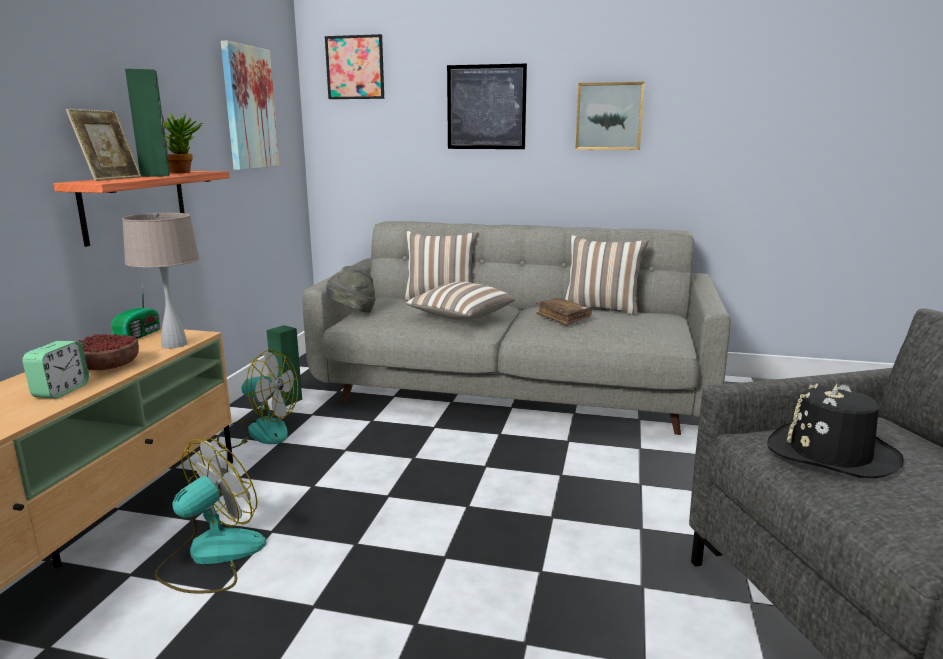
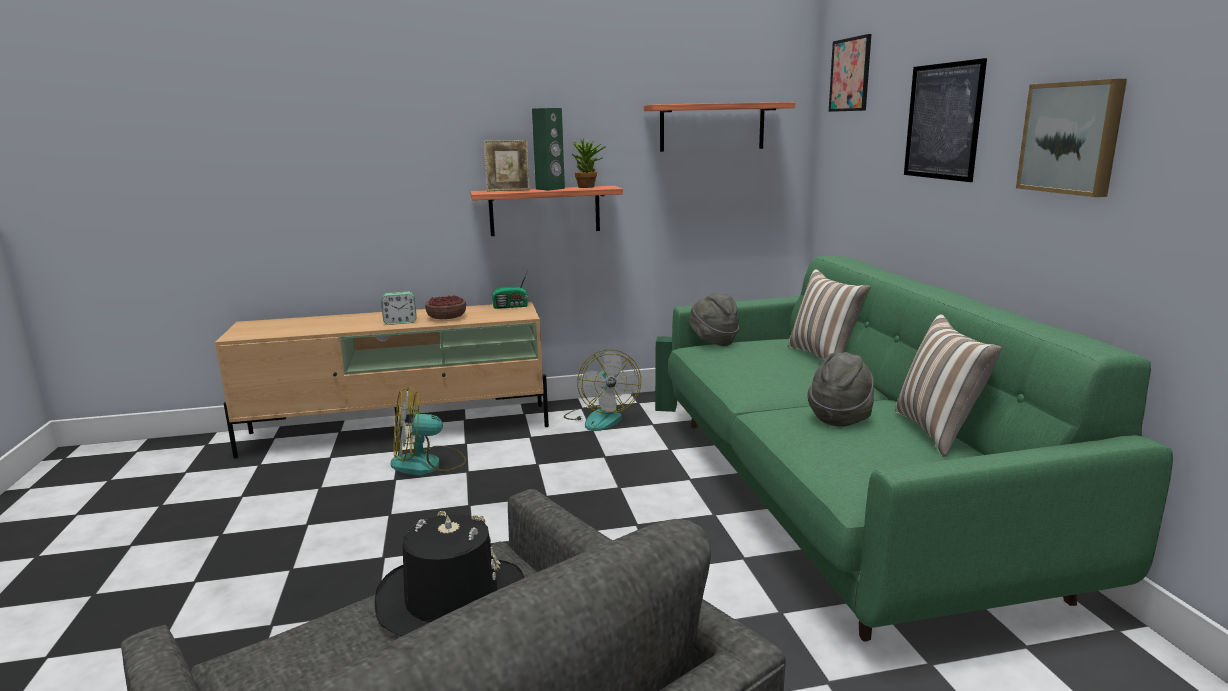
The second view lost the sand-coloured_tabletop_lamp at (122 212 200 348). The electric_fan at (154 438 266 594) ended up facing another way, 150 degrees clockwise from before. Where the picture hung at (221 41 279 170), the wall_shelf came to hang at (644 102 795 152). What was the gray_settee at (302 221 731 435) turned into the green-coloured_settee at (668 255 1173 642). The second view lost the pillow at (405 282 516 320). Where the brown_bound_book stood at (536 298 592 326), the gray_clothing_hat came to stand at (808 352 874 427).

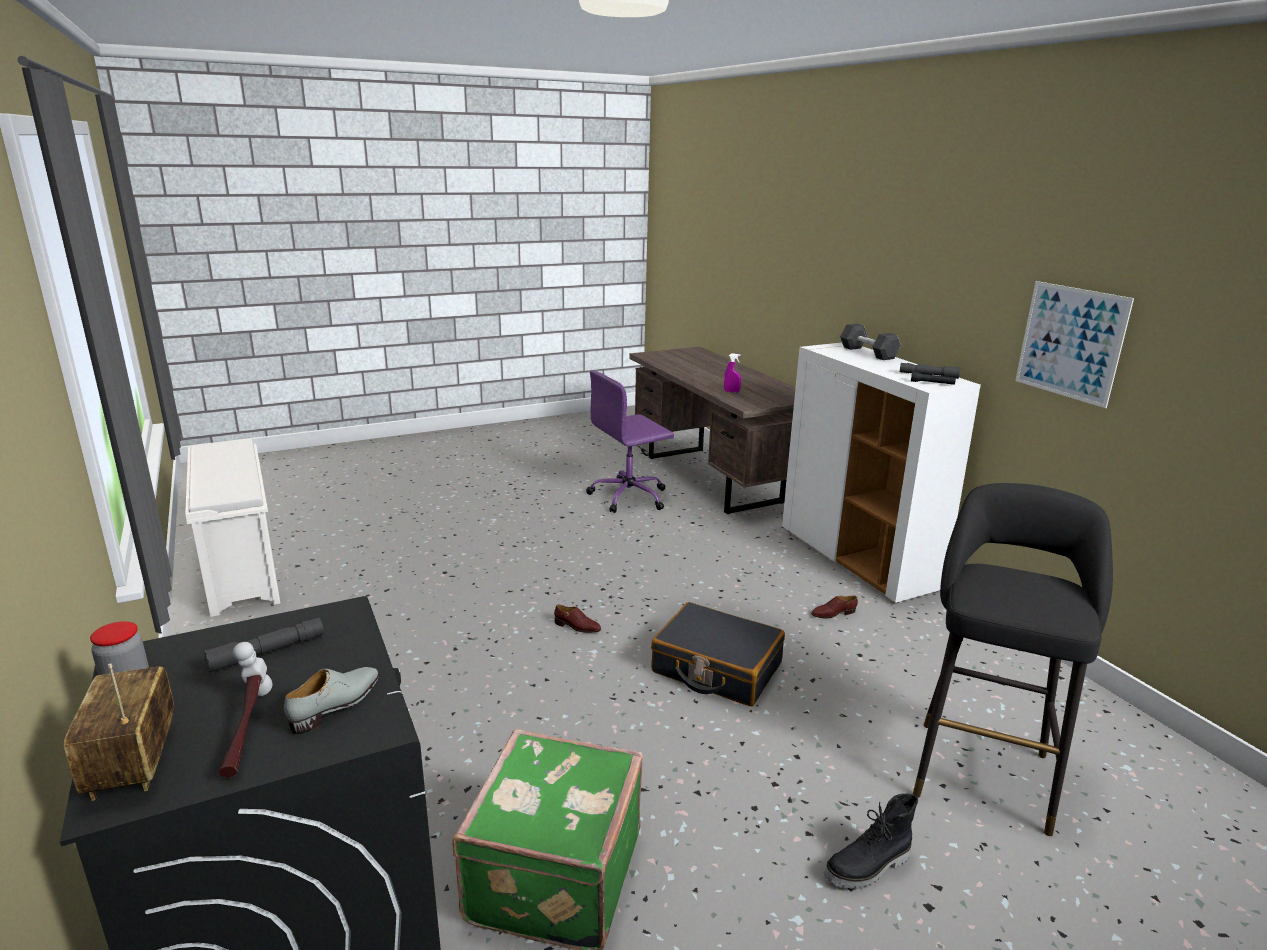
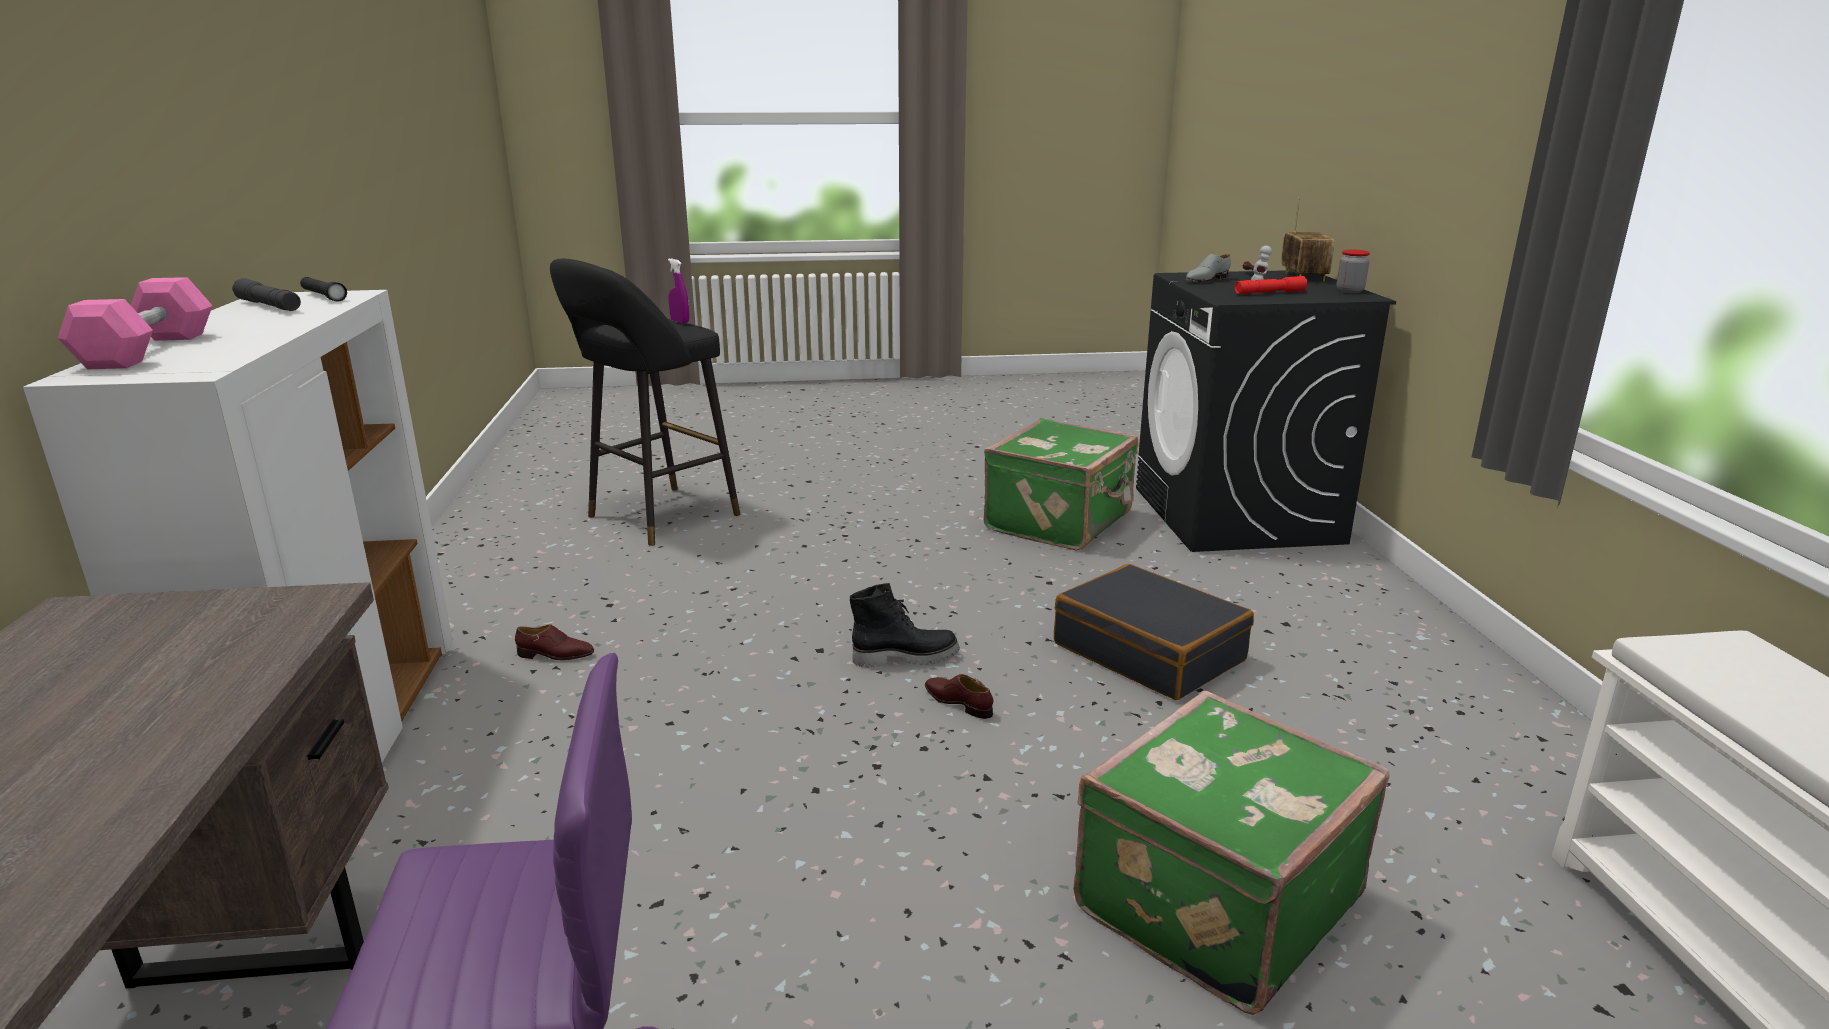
What was the gray_hand_torch at (203 618 324 673) turned into the red_hand_torch at (1235 276 1307 294). The black-coloured_piece_of_luggage ended up elsewhere, having gone from (651 602 785 706) to (1054 564 1254 700). The purple-coloured_spray_bottle ended up elsewhere, having gone from (724 353 741 393) to (668 258 689 324). The black-coloured_tall_boot ended up elsewhere, having gone from (824 793 918 889) to (850 583 960 667). What was the black-coloured_free_weight at (840 324 901 360) turned into the pink-coloured_free_weight at (58 277 213 369). The second view lost the picture at (1015 281 1134 408). The second view gained the green-coloured_piece_of_luggage at (1074 691 1390 1015).

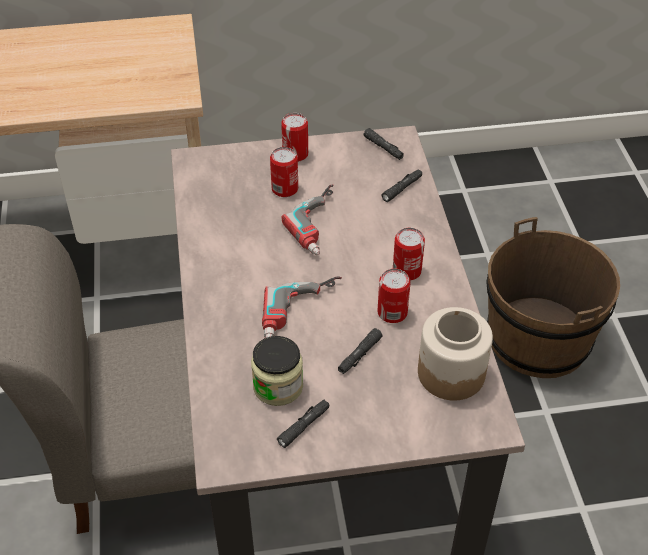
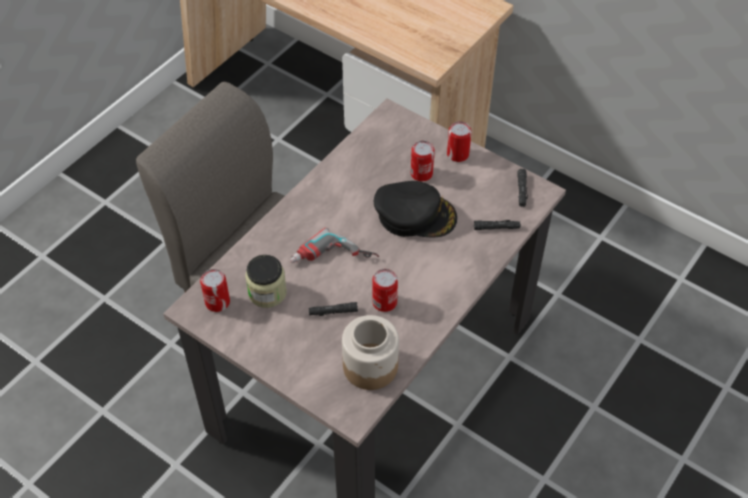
The second view lost the black-coloured_hand_torch at (277 400 329 448). Where the drill stood at (281 184 334 255), the black-coloured_baseball_cap came to stand at (374 181 457 237). The can ended up elsewhere, having gone from (393 228 425 281) to (200 269 230 312). The second view lost the brown_water_bucket at (487 217 620 378).

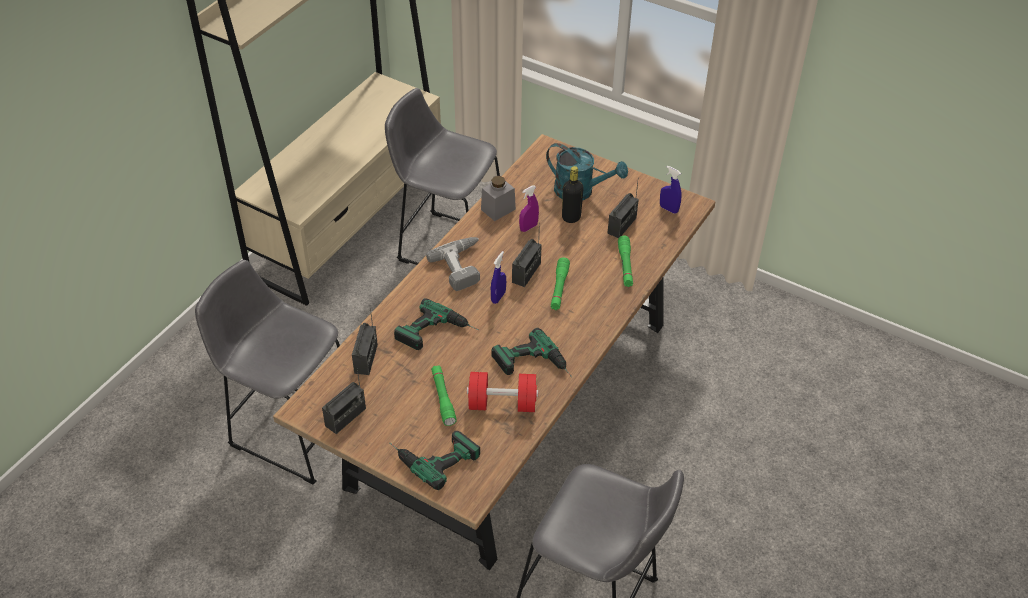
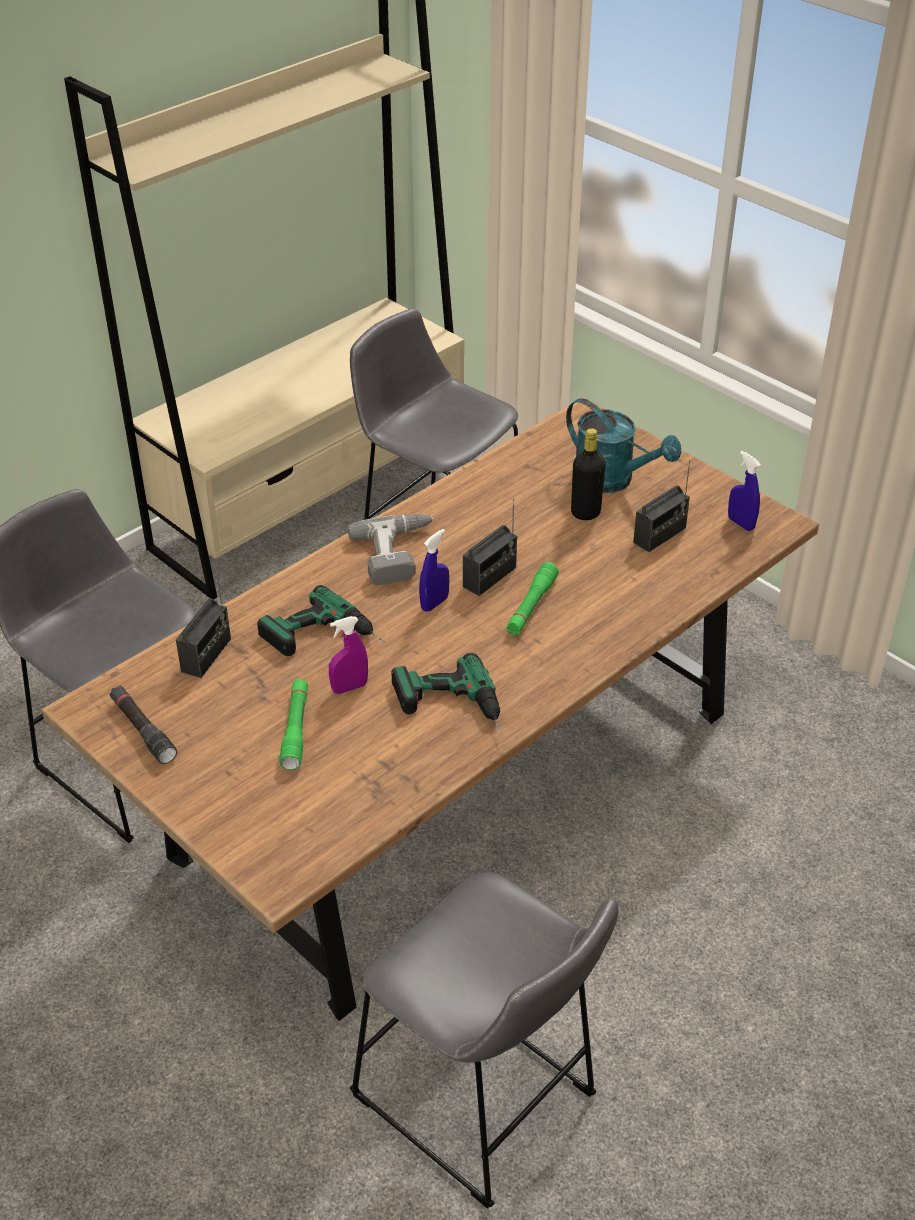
Where the radio_receiver stood at (322 368 366 434), the black-coloured_hand_torch came to stand at (110 686 177 764). The second view lost the drill at (389 431 480 490). The second view lost the red_free_weight at (467 372 538 412). The second view lost the gray_preserve_jar at (481 176 516 221). The purple-coloured_spray_bottle ended up elsewhere, having gone from (519 185 539 232) to (329 616 368 694). The second view lost the green-coloured_hand_torch at (618 235 633 287).

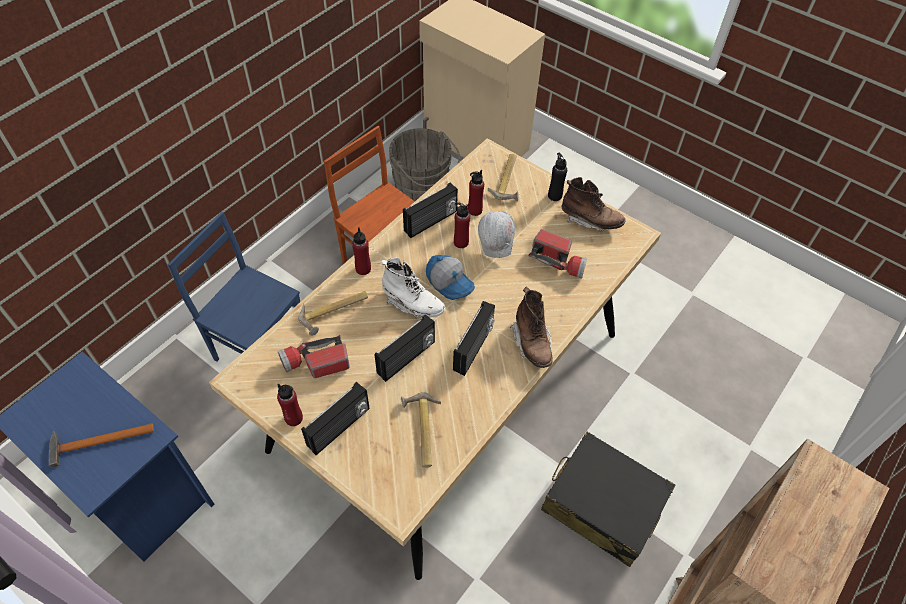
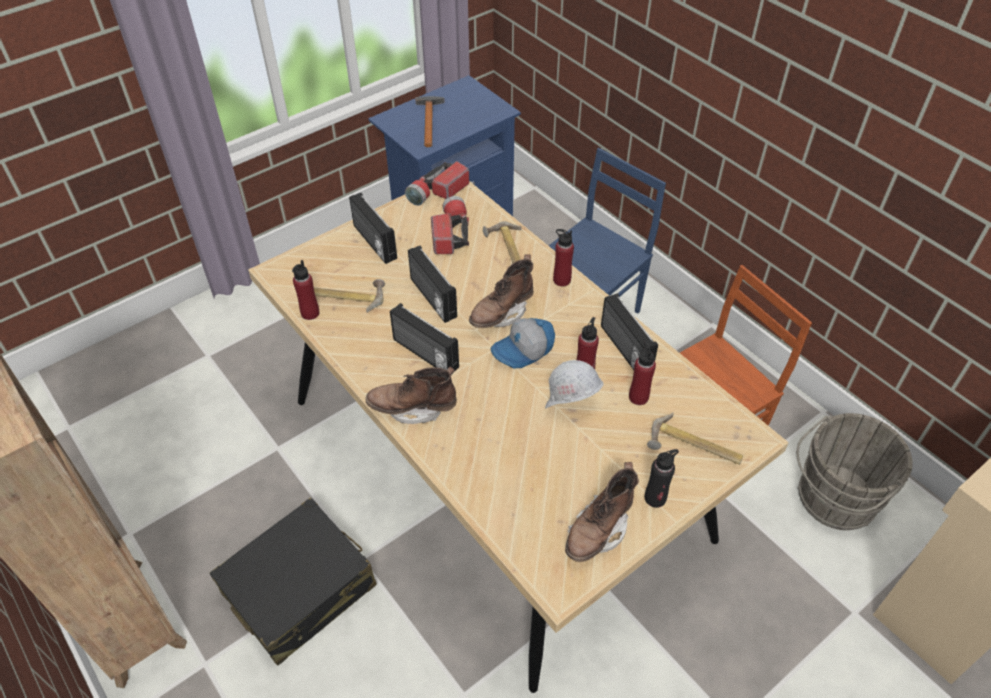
The red_bottle ended up elsewhere, having gone from (277 384 303 426) to (292 260 319 320). What was the white-coloured_tall_boot at (382 258 446 318) turned into the brown_tall_boot at (469 254 533 328). The hand_torch ended up elsewhere, having gone from (529 229 587 278) to (405 161 469 206).

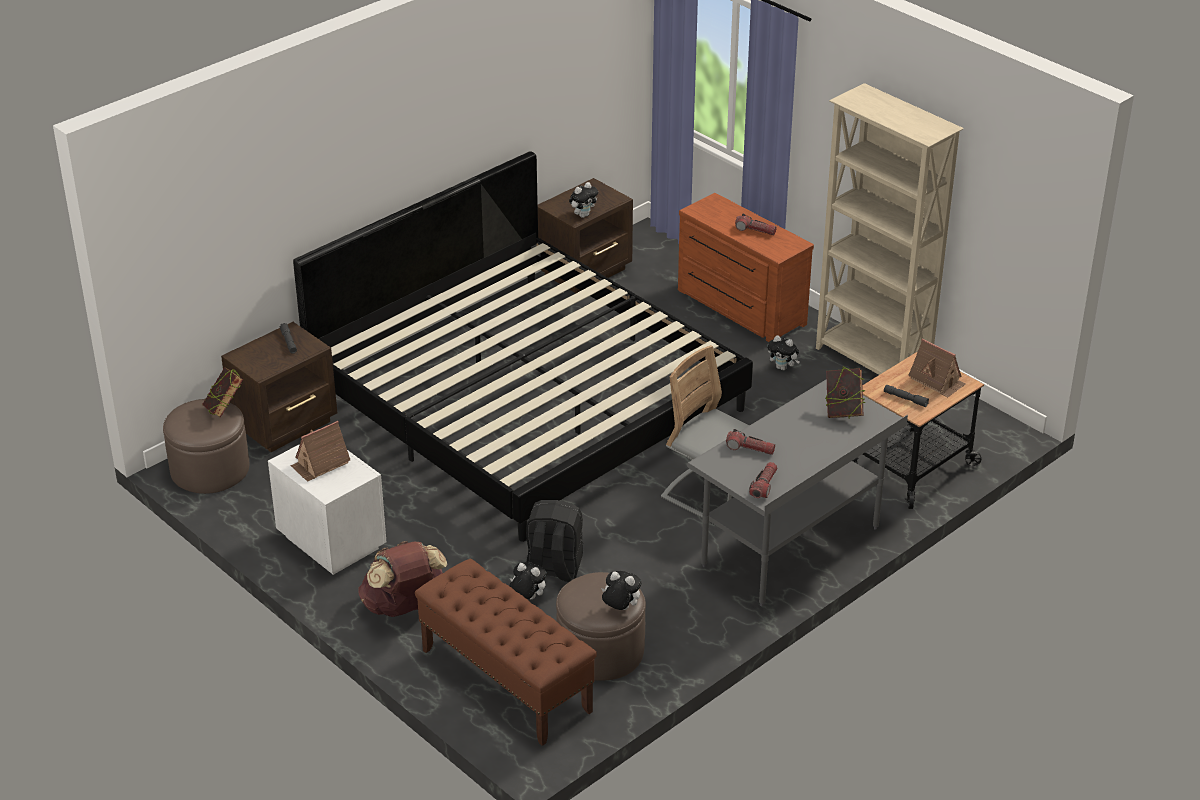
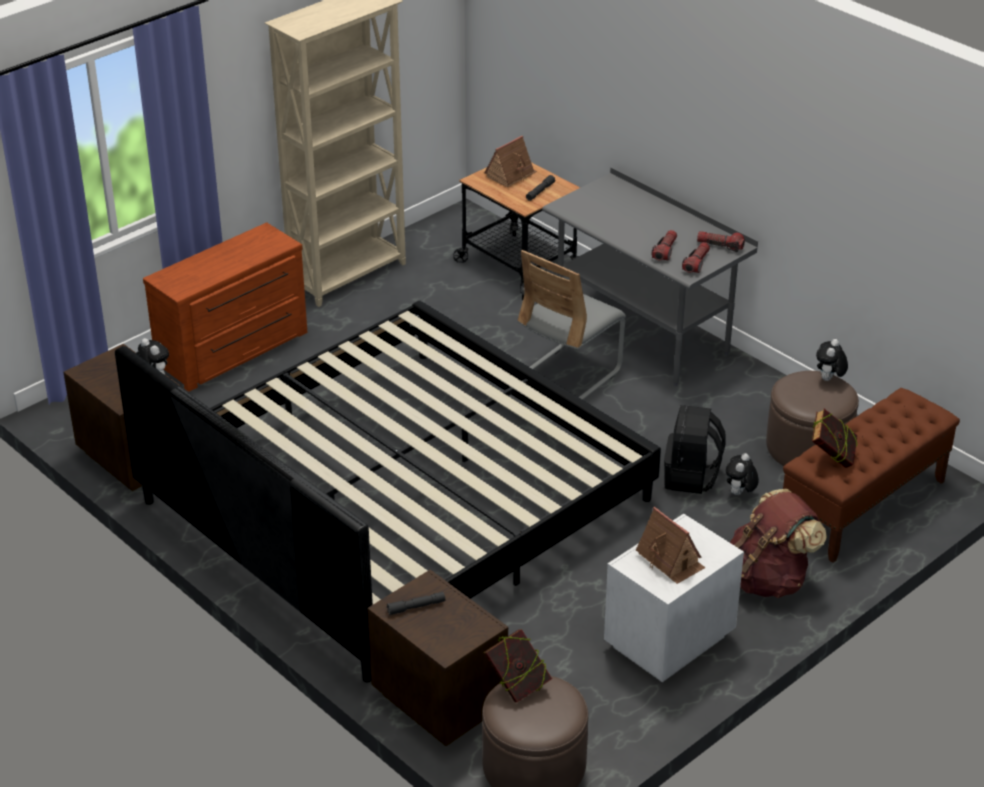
The hand_torch ended up elsewhere, having gone from (735 214 777 235) to (682 242 710 273). The second view lost the cuddly_toy at (768 335 800 370). The bound_book ended up elsewhere, having gone from (825 367 865 418) to (812 409 858 468).

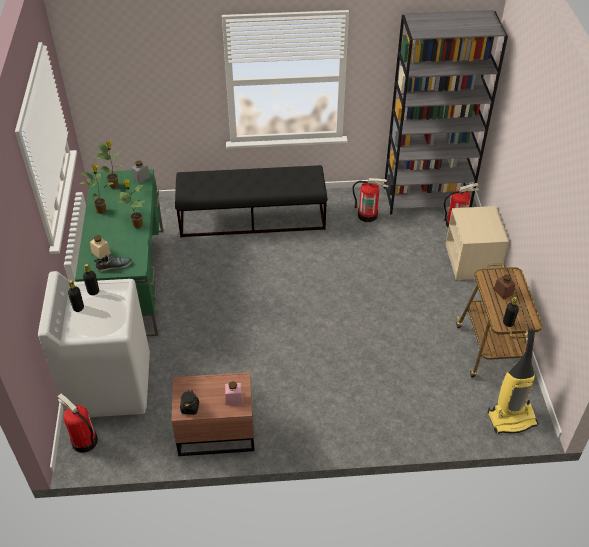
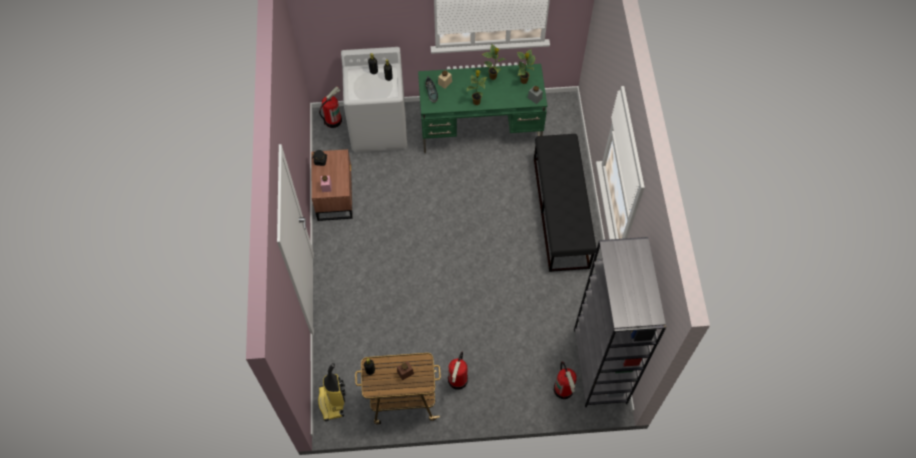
The fire-fighting_cylinder ended up elsewhere, having gone from (352 178 389 222) to (448 352 468 390). The second view lost the sand-coloured_nightstand at (445 206 510 281).

